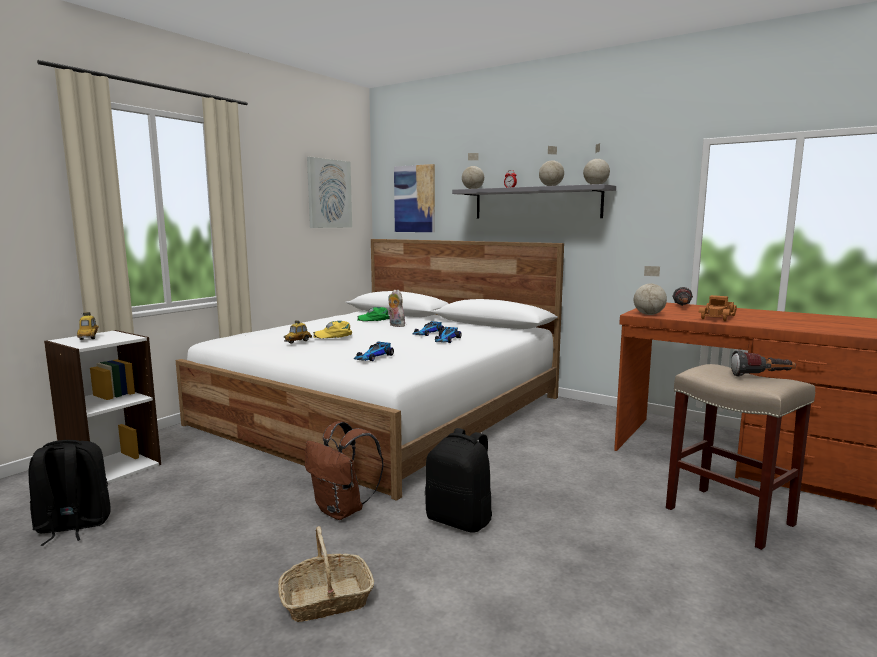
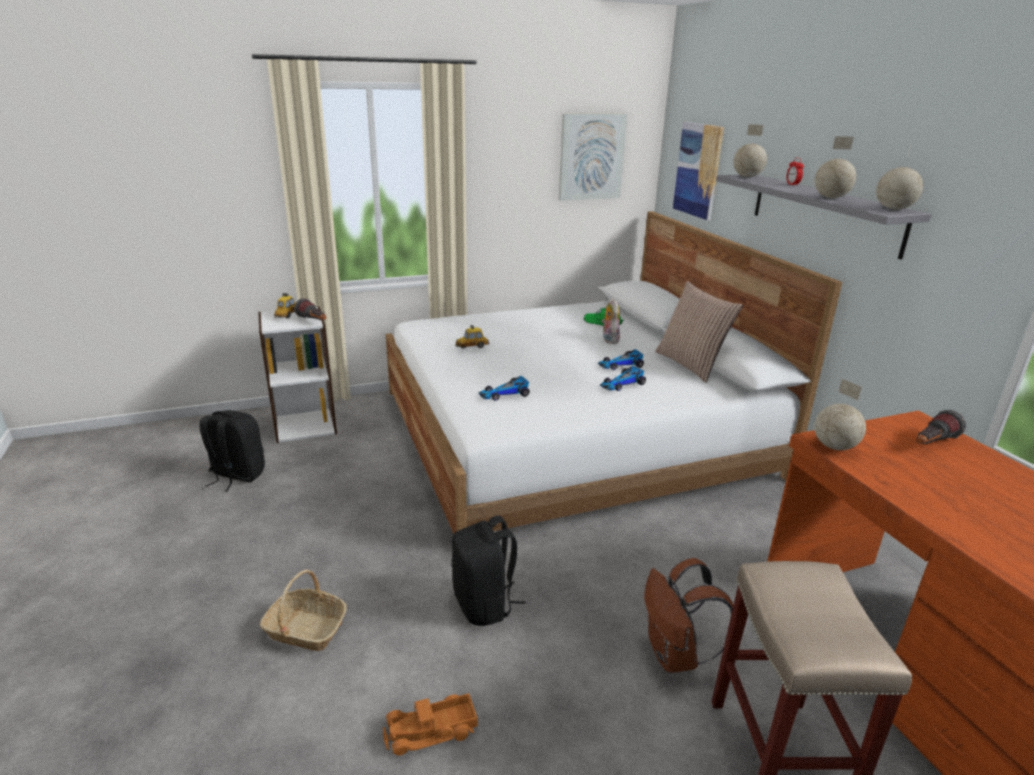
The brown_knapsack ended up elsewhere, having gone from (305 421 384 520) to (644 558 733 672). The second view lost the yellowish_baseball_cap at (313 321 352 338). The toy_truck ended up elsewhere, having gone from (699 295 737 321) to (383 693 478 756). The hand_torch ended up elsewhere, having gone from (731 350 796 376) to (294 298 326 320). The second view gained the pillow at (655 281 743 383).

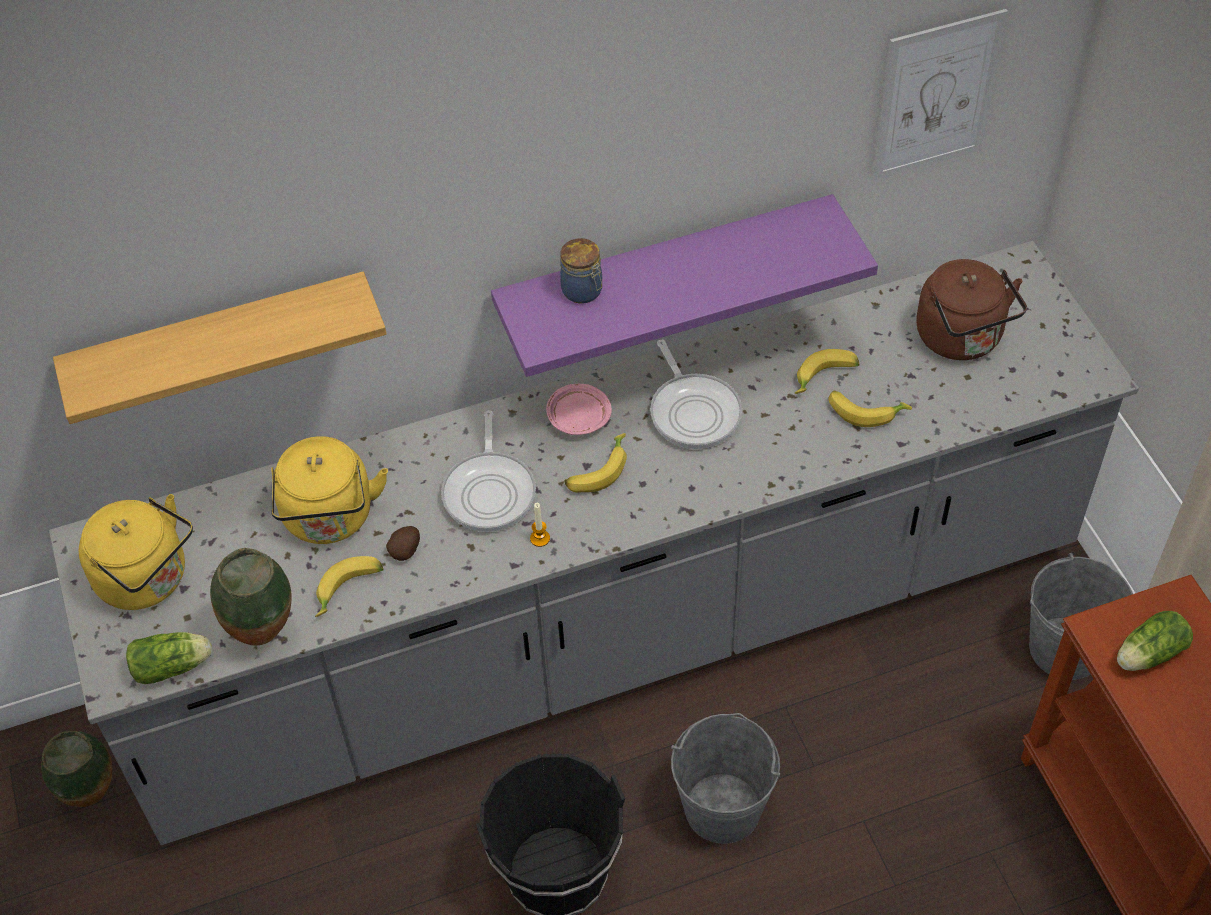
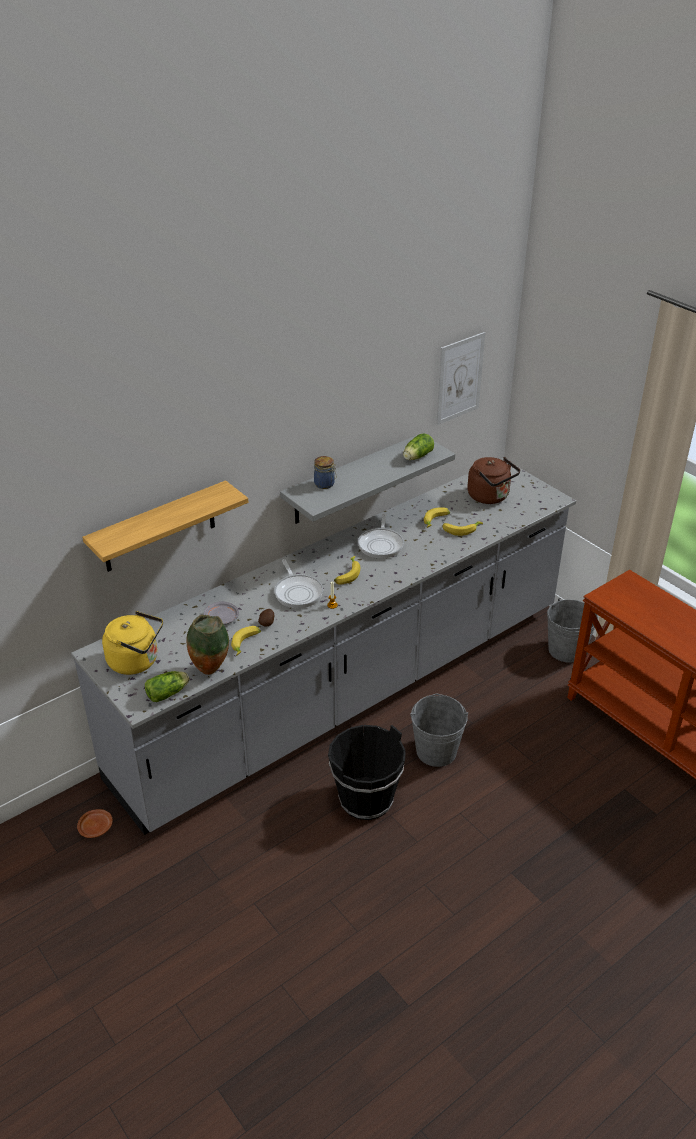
Where the flower_vase stood at (41 731 112 807), the brown_plate came to stand at (77 809 113 838). Where the yellowish_kettle stood at (271 436 388 544), the gray_plate came to stand at (204 601 239 625). What was the purple-coloured_wall_shelf at (491 194 878 377) turned into the gray_wall_shelf at (280 434 455 524). The second view lost the pink-coloured_plate at (546 384 612 435). The pan at (650 340 742 449) ended up facing another way, 45 degrees clockwise from before. The head_of_lettuce ended up elsewhere, having gone from (1117 611 1193 671) to (403 434 434 460).

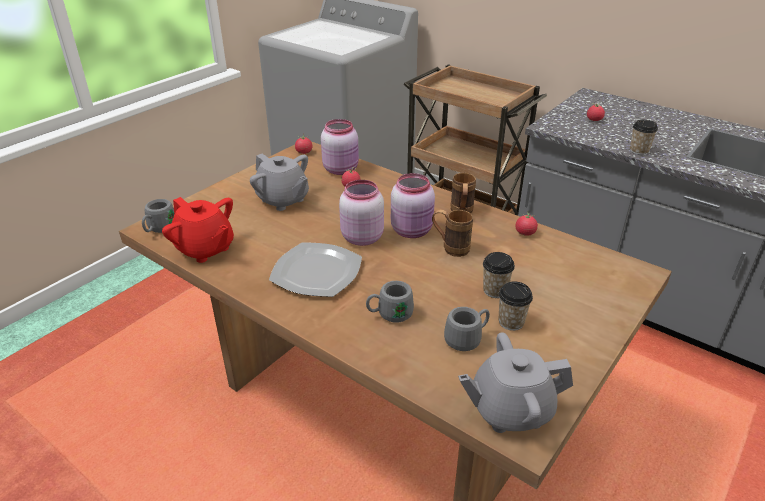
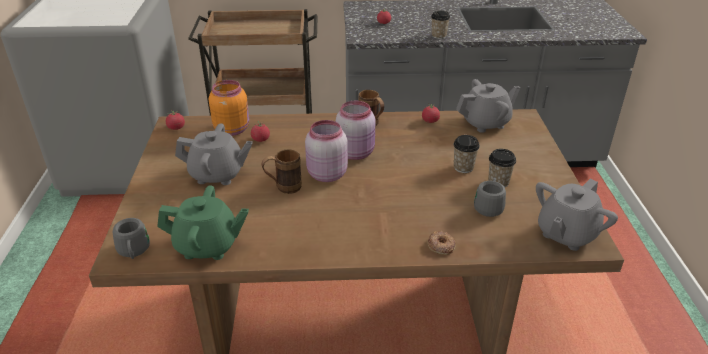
What was the red_teapot at (162 197 234 263) turned into the green-coloured_teapot at (157 185 249 260). The second view lost the plate at (269 242 362 297). What was the pink-coloured_preserve_jar at (321 119 359 175) turned into the orangey_preserve_jar at (209 80 249 136). The second view lost the gray_tea_mug at (366 281 414 323). The brown_tea_mug ended up elsewhere, having gone from (432 209 473 257) to (261 149 302 194). The second view gained the donut at (427 231 456 255). The second view gained the gray_teapot at (456 79 520 133).

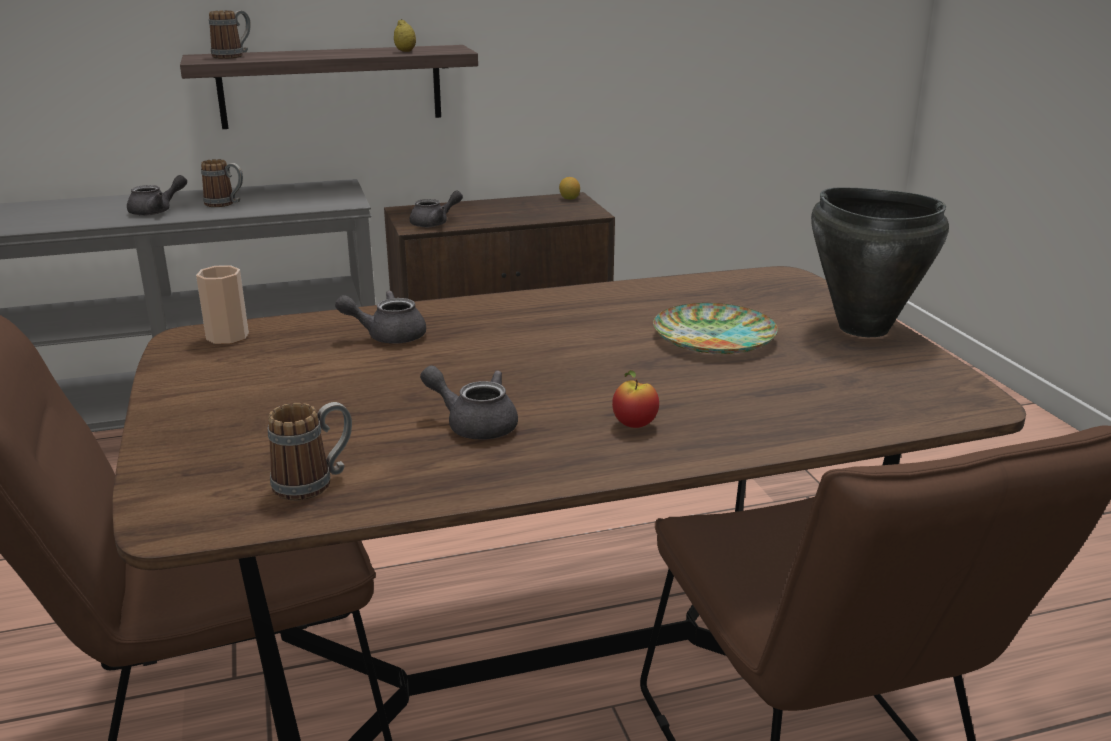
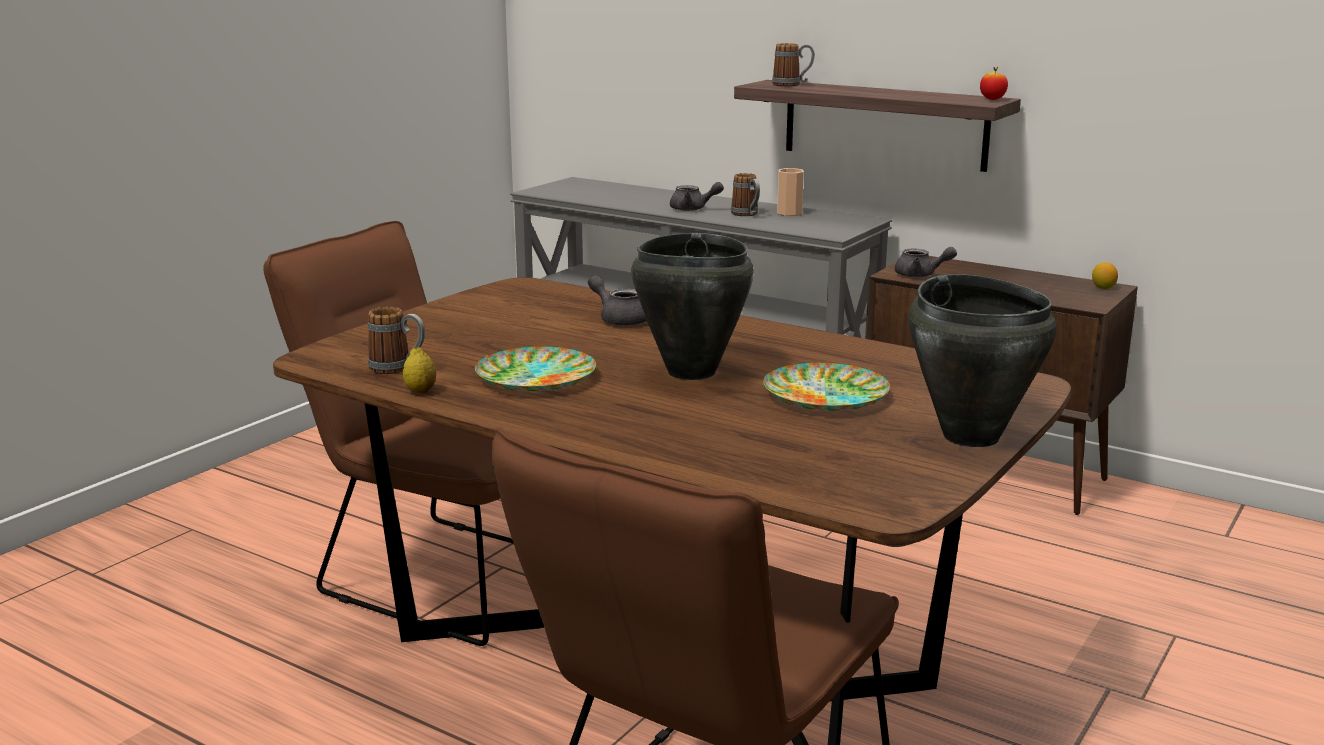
The cup ended up elsewhere, having gone from (196 265 249 344) to (777 168 804 216). The lemon ended up elsewhere, having gone from (394 19 416 52) to (403 347 436 394). Where the gray_teapot stood at (420 365 518 439), the plate came to stand at (475 346 596 392). The apple_fruit ended up elsewhere, having gone from (612 370 659 428) to (980 66 1008 100). The second view gained the black-coloured_stockpot at (632 233 754 380).

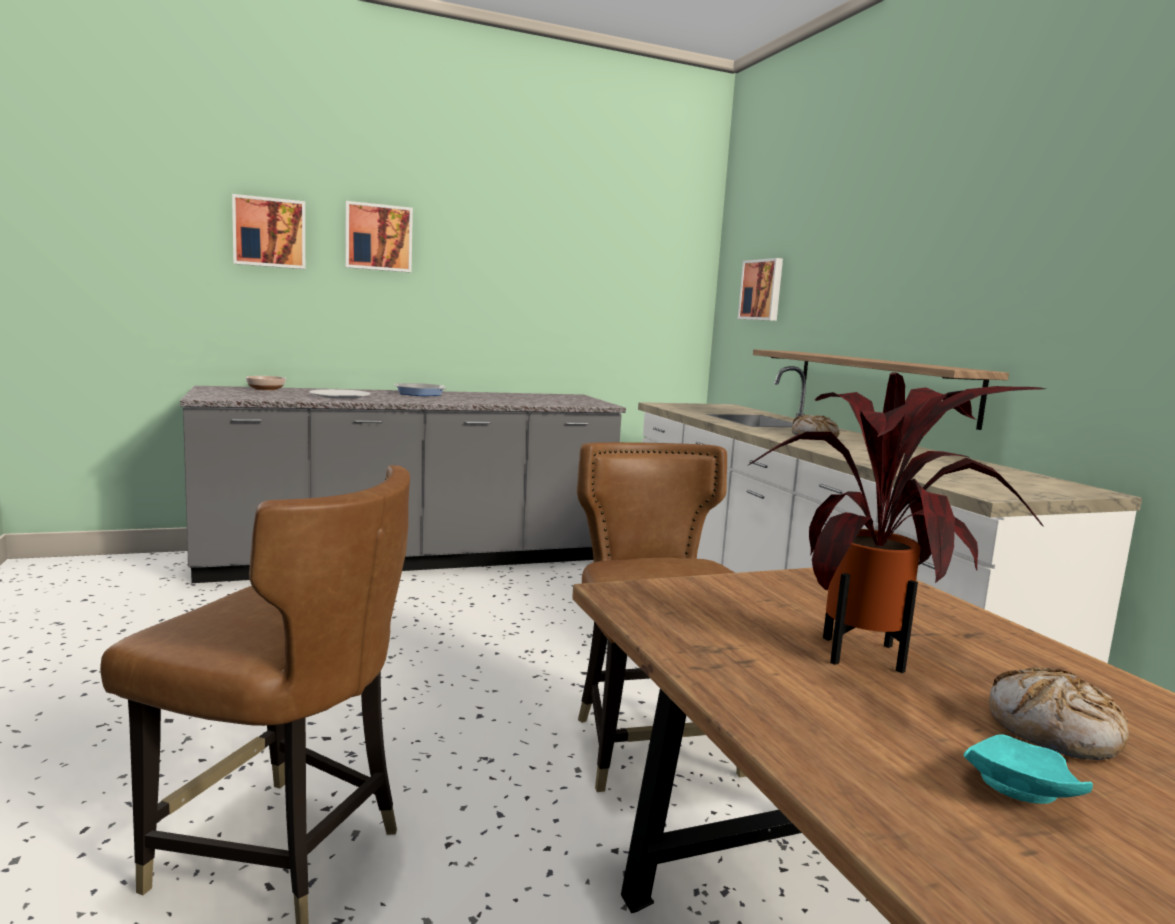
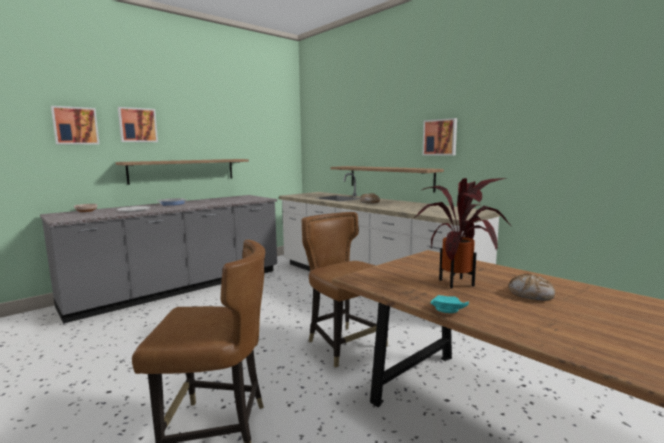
The picture ended up elsewhere, having gone from (738 258 783 321) to (423 118 457 155). The blue-green_plate ended up elsewhere, having gone from (964 735 1093 804) to (430 295 469 313). The second view gained the wall_shelf at (116 159 249 185).

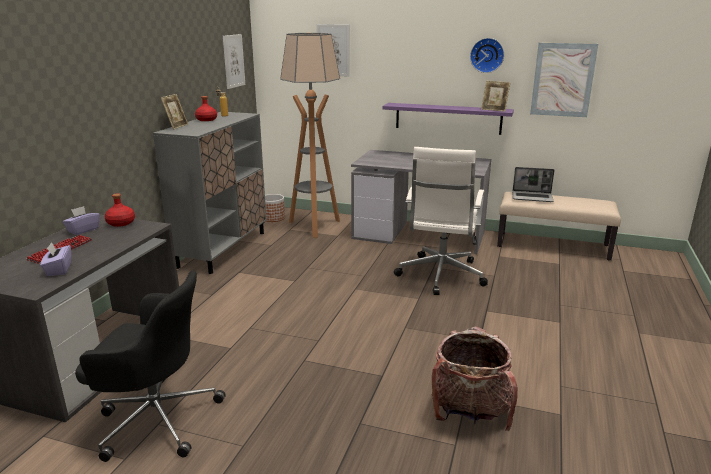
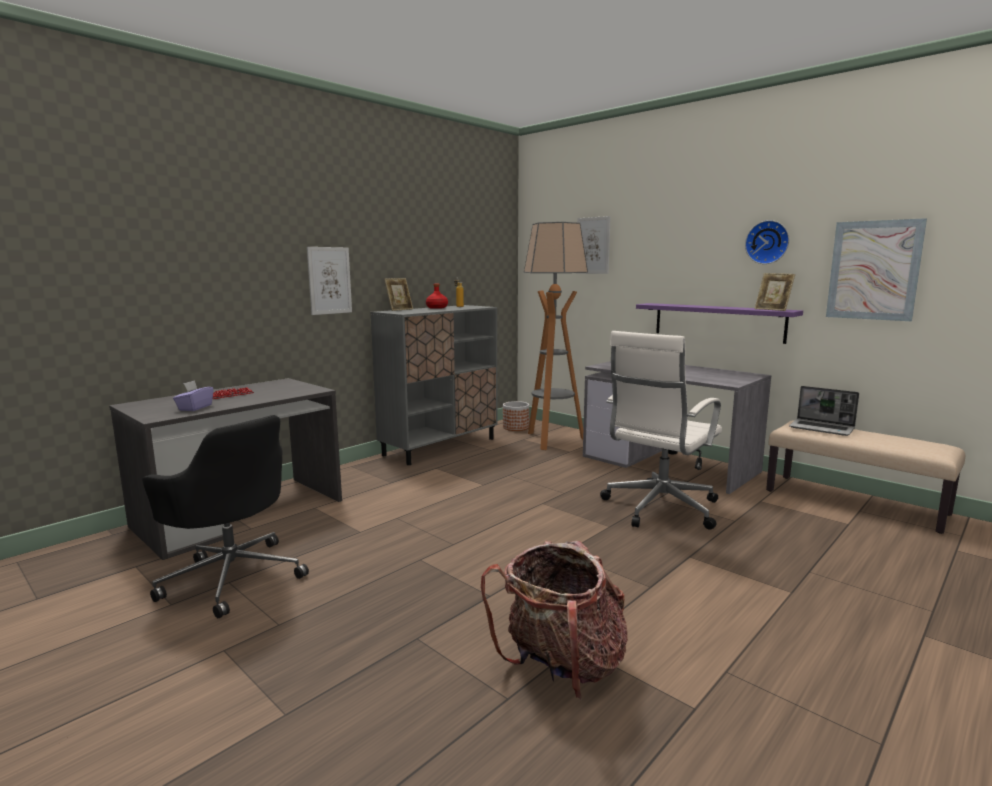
The second view lost the purple-coloured_tissue_box at (63 206 100 235). The second view lost the red_bottle at (105 193 135 227). The picture ended up elsewhere, having gone from (223 34 245 89) to (307 247 352 315).

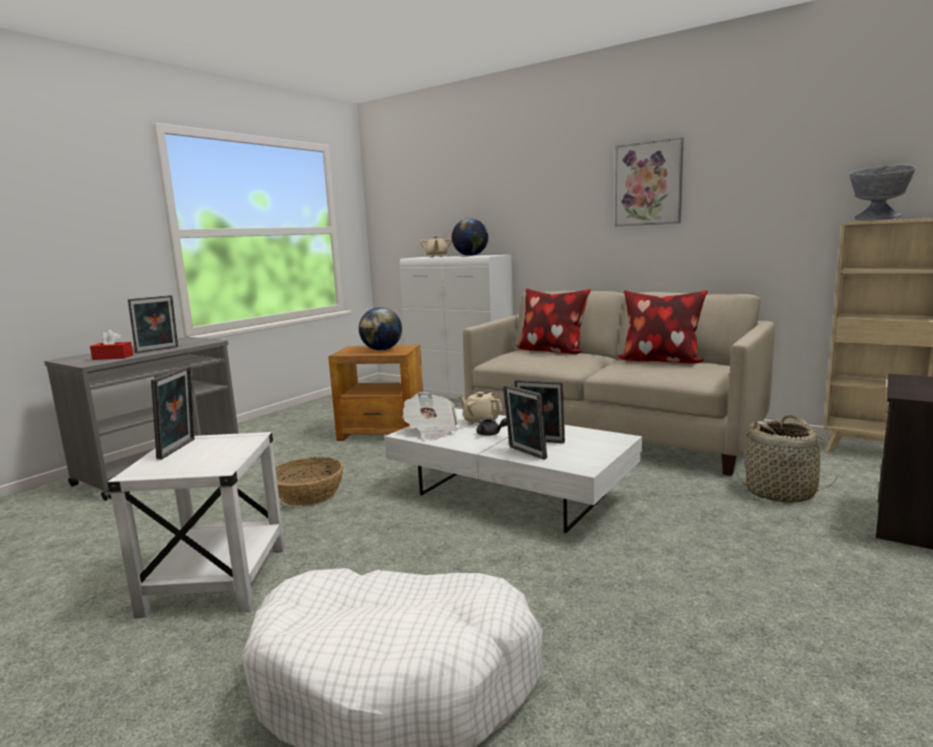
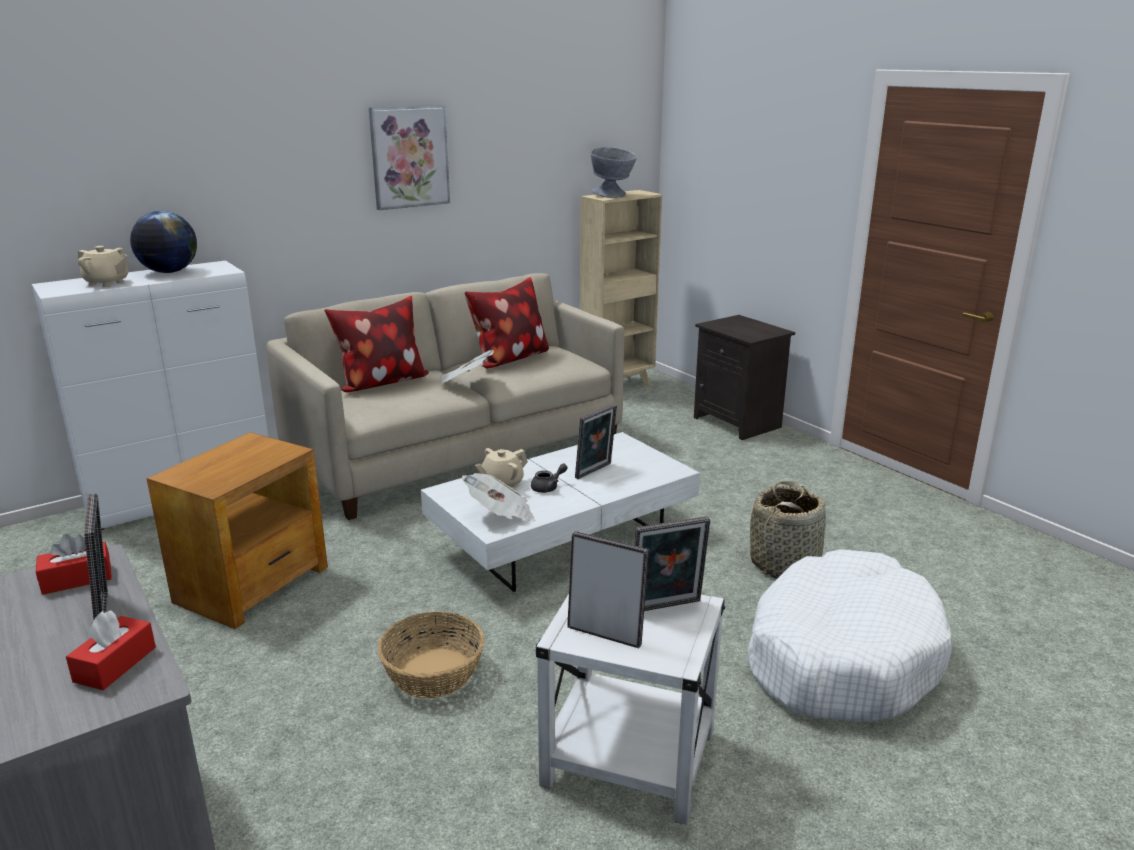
The second view lost the world_globe at (359 307 402 351). The photo_frame ended up elsewhere, having gone from (503 385 547 460) to (634 516 710 611). The basket ended up elsewhere, having gone from (736 415 839 503) to (750 481 826 579). The second view gained the red_tissue_box at (36 534 112 595). The second view gained the printed_paper at (440 350 494 384).

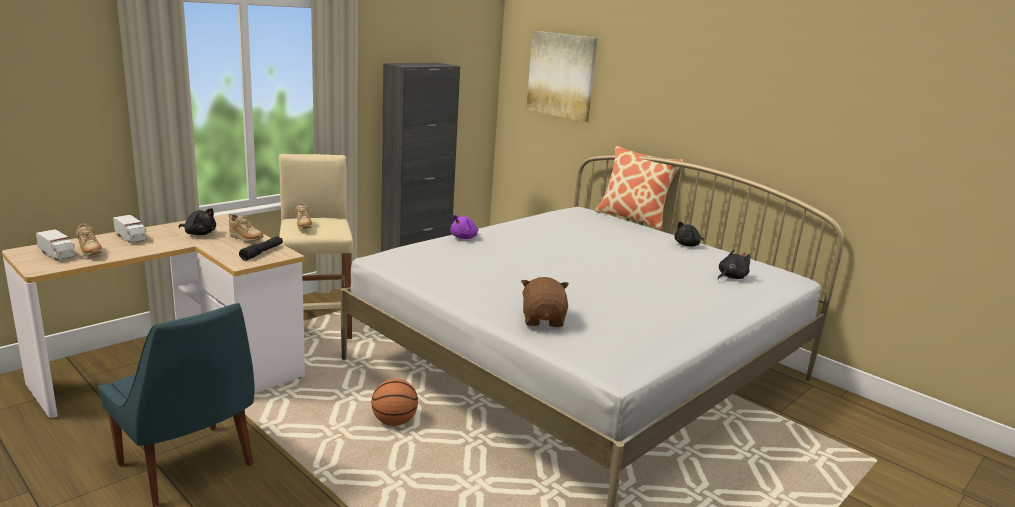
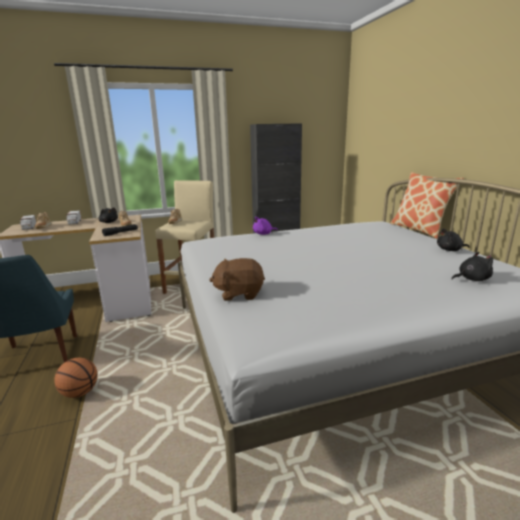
The ball_for_basketball ended up elsewhere, having gone from (371 379 418 426) to (54 357 98 398). The brown_cuddly_toy at (521 277 569 327) ended up facing another way, 120 degrees counterclockwise from before. The second view lost the picture at (526 31 598 122).

